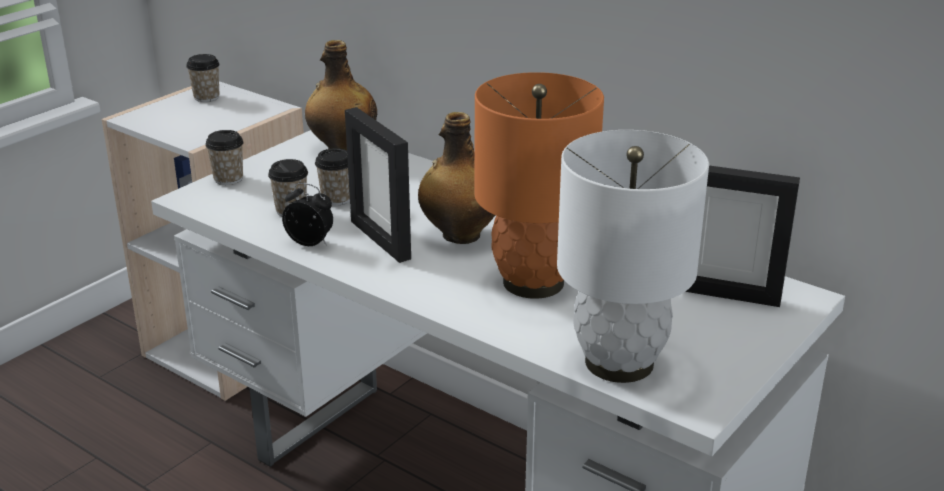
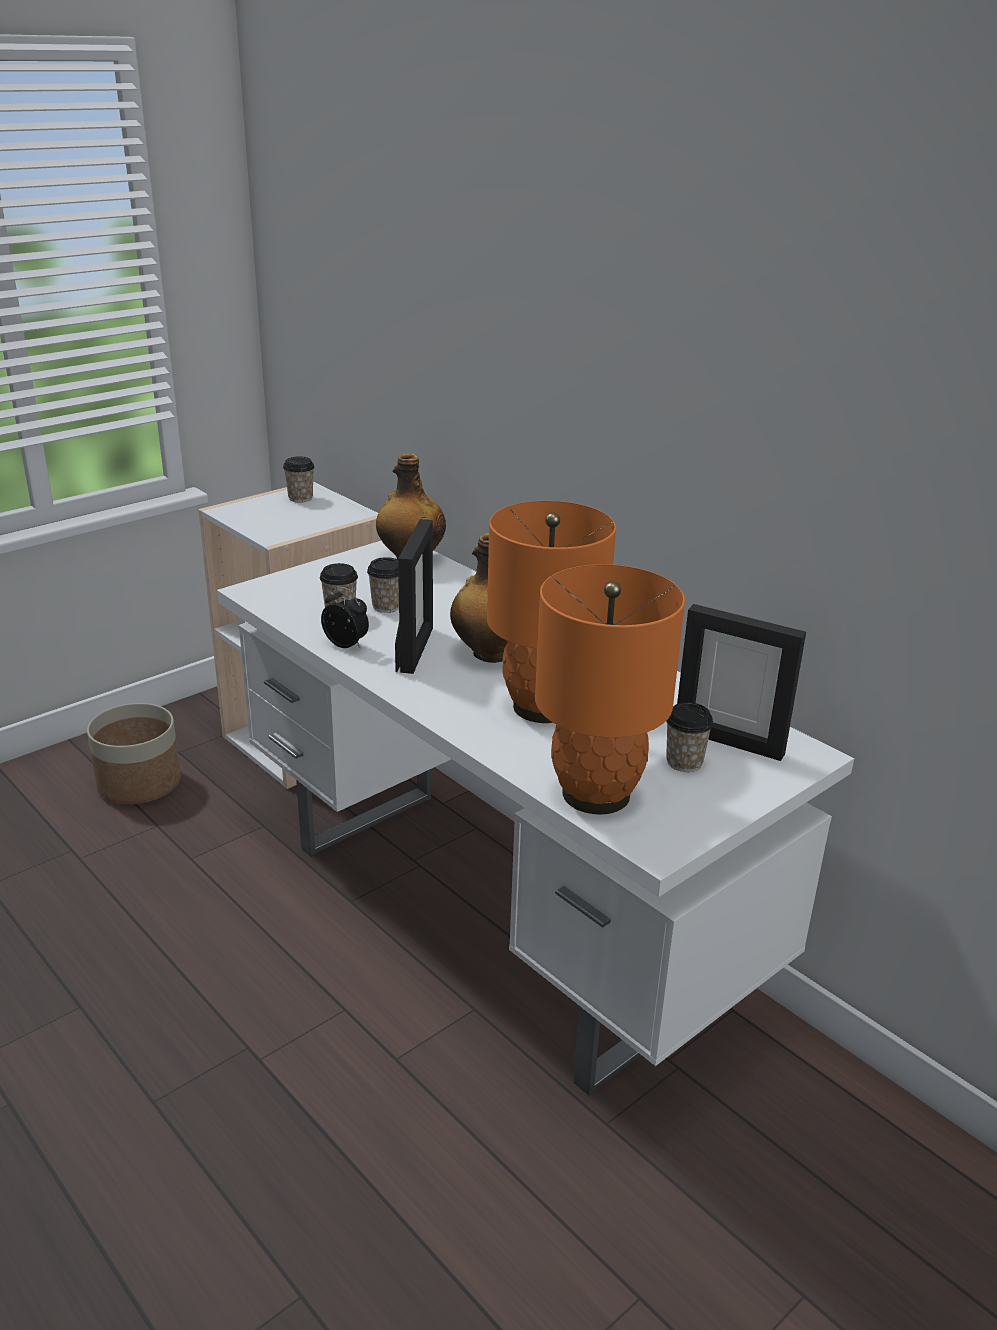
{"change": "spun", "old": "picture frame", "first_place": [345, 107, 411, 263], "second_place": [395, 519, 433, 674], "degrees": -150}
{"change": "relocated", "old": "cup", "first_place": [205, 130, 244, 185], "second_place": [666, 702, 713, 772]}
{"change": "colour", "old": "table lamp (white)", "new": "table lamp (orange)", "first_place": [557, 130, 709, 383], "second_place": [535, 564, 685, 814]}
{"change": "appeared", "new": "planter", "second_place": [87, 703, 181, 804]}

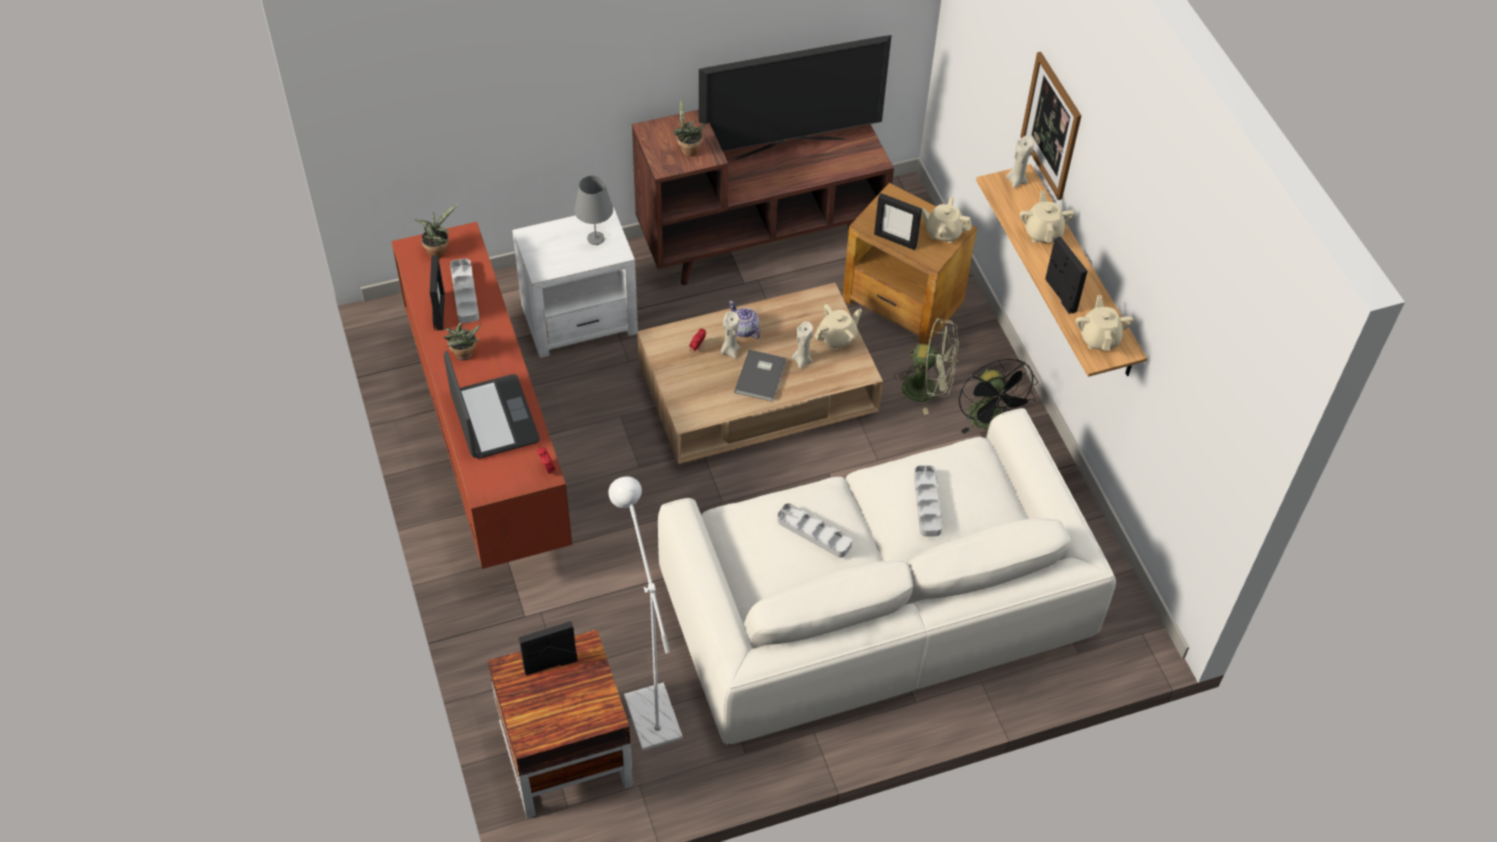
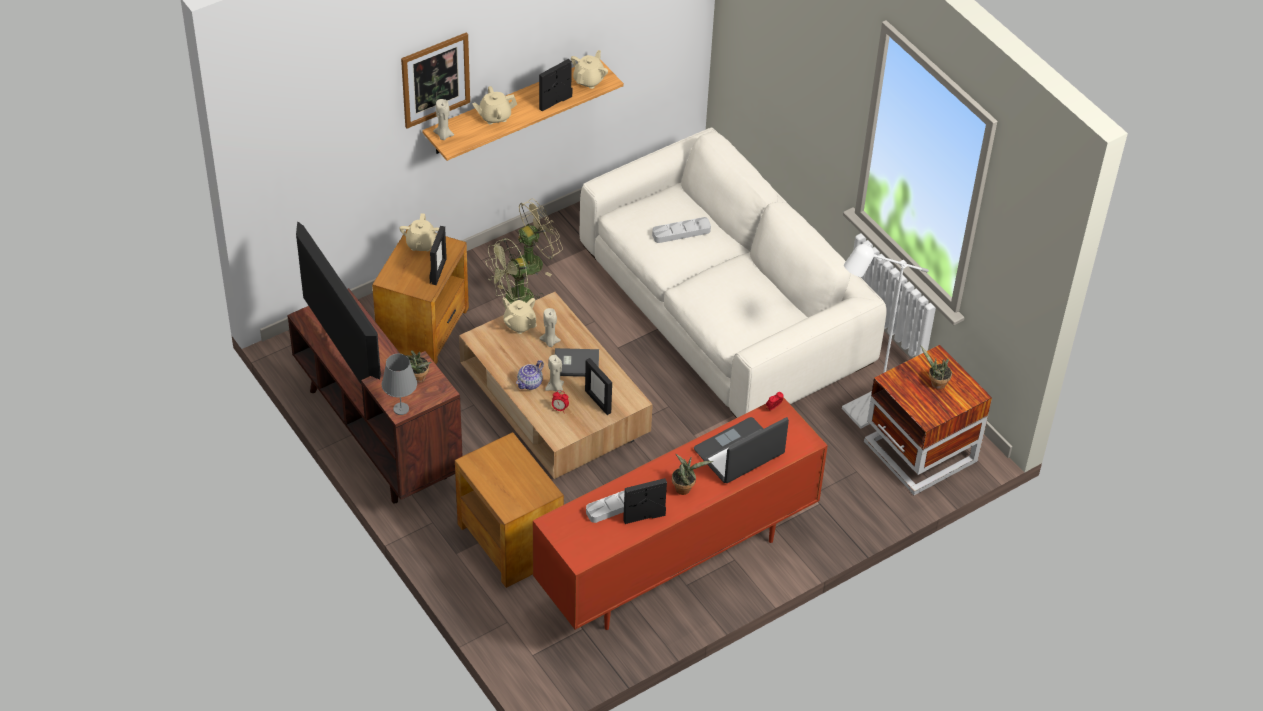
{"change": "relocated", "old": "table lamp (grey)", "first_place": [574, 175, 613, 245], "second_place": [382, 354, 417, 415]}
{"change": "relocated", "old": "potted plant", "first_place": [414, 204, 458, 259], "second_place": [921, 346, 952, 390]}
{"change": "colour", "old": "side table (white)", "new": "side table (brown)", "first_place": [512, 207, 638, 358], "second_place": [455, 432, 564, 588]}
{"change": "spun", "old": "teapot (beige)", "first_place": [1076, 295, 1134, 351], "second_place": [571, 50, 608, 89], "degrees": 135}
{"change": "spun", "old": "fan (green)", "first_place": [894, 318, 959, 415], "second_place": [486, 238, 544, 304], "degrees": -120}
{"change": "colour", "old": "fan (black)", "new": "fan (beige)", "first_place": [959, 359, 1038, 434], "second_place": [506, 199, 563, 277]}
{"change": "missing", "old": "tray (grey)", "first_place": [777, 503, 852, 558]}
{"change": "relocated", "old": "picture frame", "first_place": [519, 621, 578, 675], "second_place": [585, 358, 612, 415]}

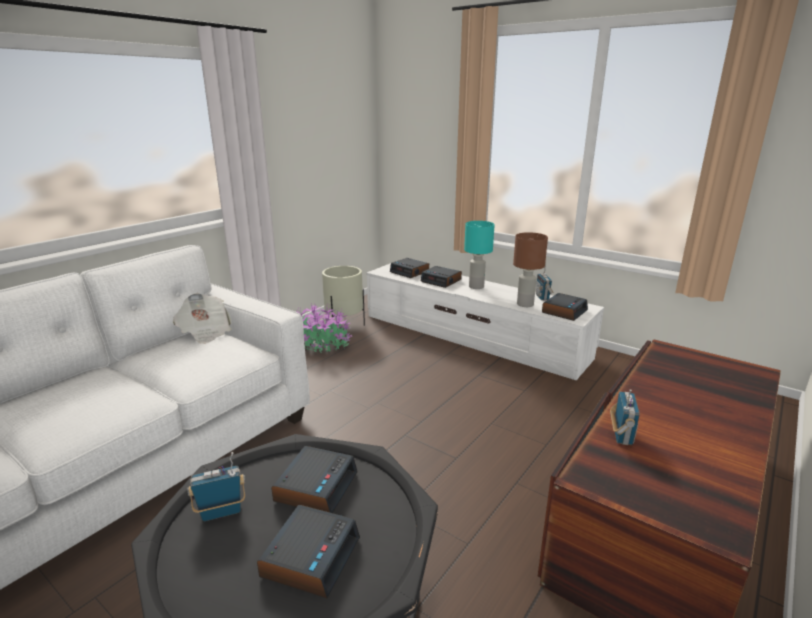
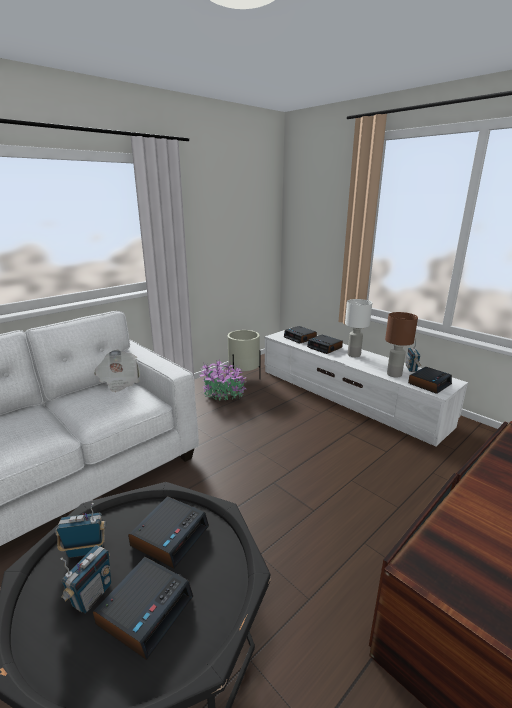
{"change": "colour", "old": "table lamp (turquoise)", "new": "table lamp (white)", "first_place": [464, 221, 495, 289], "second_place": [345, 299, 372, 357]}
{"change": "relocated", "old": "radio", "first_place": [610, 389, 640, 445], "second_place": [61, 545, 111, 613]}

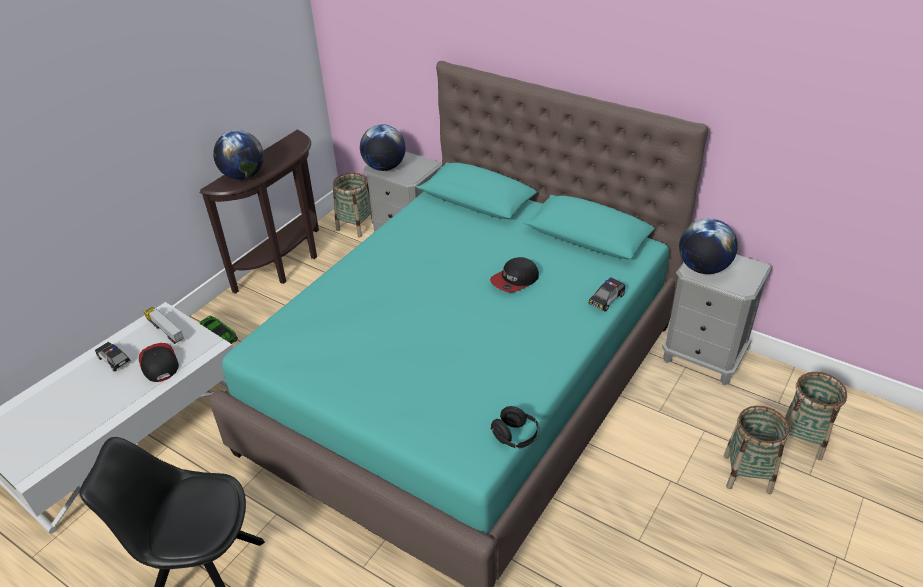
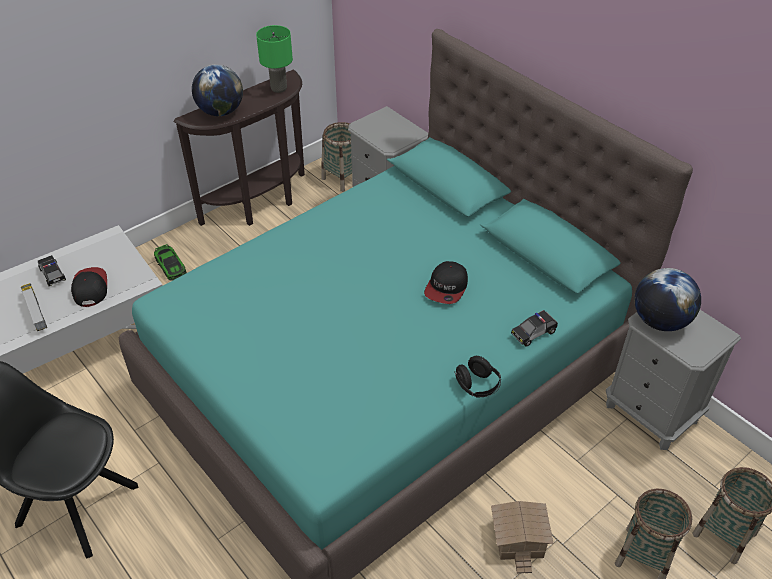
{"change": "missing", "old": "globe", "first_place": [360, 124, 406, 171]}
{"change": "spun", "old": "cap", "first_place": [490, 257, 539, 292], "second_place": [424, 261, 468, 304], "degrees": -45}
{"change": "relocated", "old": "toy truck", "first_place": [144, 307, 184, 344], "second_place": [21, 283, 47, 331]}
{"change": "relocated", "old": "headphones (black)", "first_place": [490, 406, 540, 449], "second_place": [454, 356, 501, 398]}
{"change": "appeared", "new": "table lamp (green)", "second_place": [256, 25, 293, 93]}
{"change": "appeared", "new": "toy house", "second_place": [491, 501, 553, 574]}

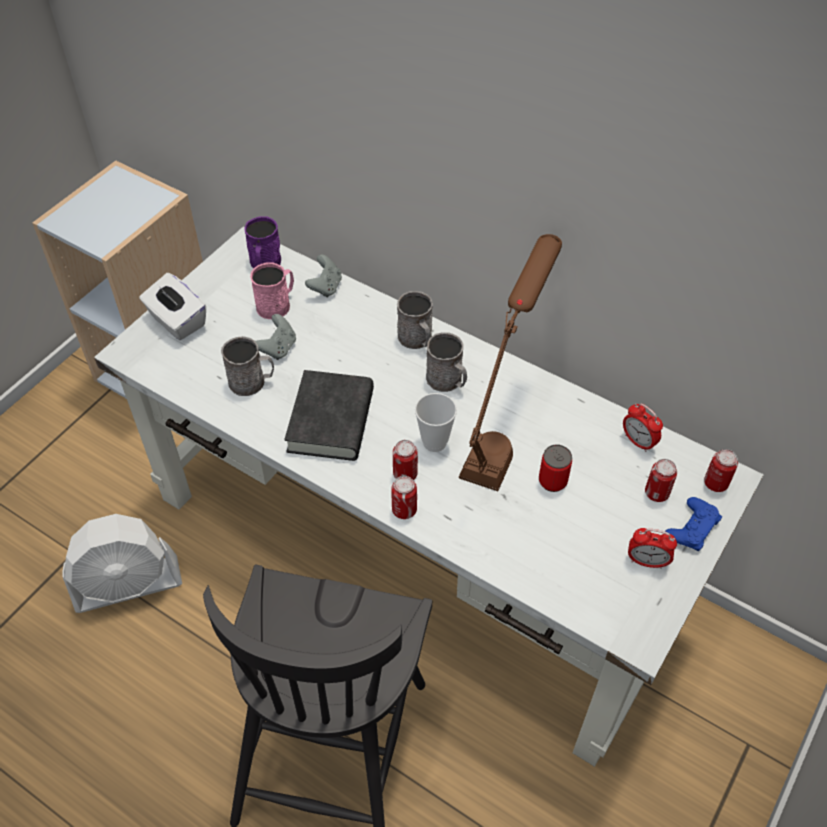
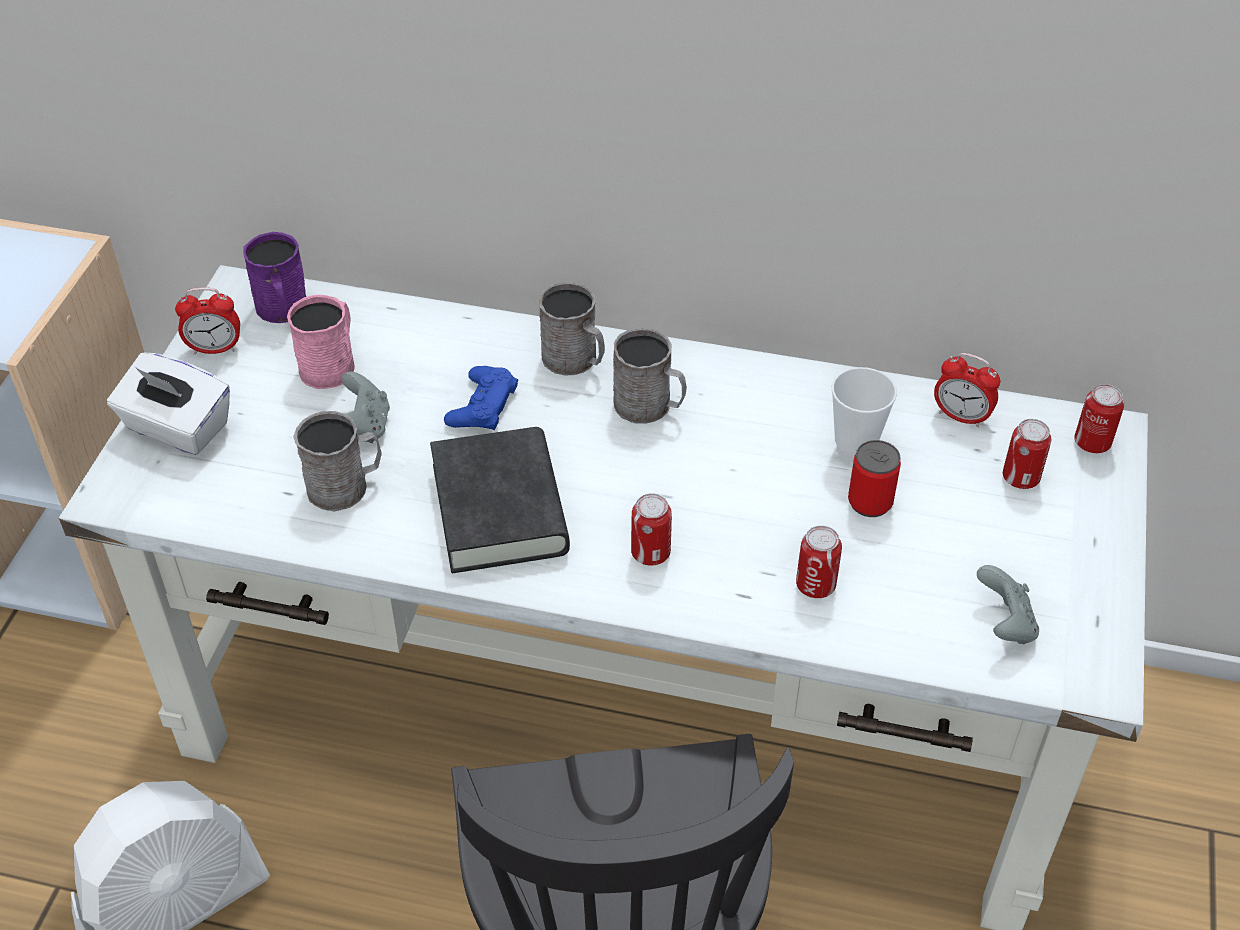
{"change": "missing", "old": "table lamp (brown)", "first_place": [459, 234, 562, 491]}
{"change": "relocated", "old": "game controller (grey)", "first_place": [305, 255, 342, 298], "second_place": [977, 565, 1039, 645]}
{"change": "relocated", "old": "cup", "first_place": [415, 393, 457, 452], "second_place": [832, 367, 897, 463]}
{"change": "relocated", "old": "can", "first_place": [391, 476, 417, 519], "second_place": [796, 525, 842, 598]}
{"change": "relocated", "old": "game controller (blue)", "first_place": [665, 497, 722, 551], "second_place": [444, 366, 518, 430]}
{"change": "relocated", "old": "alarm clock", "first_place": [628, 528, 677, 569], "second_place": [175, 288, 240, 354]}

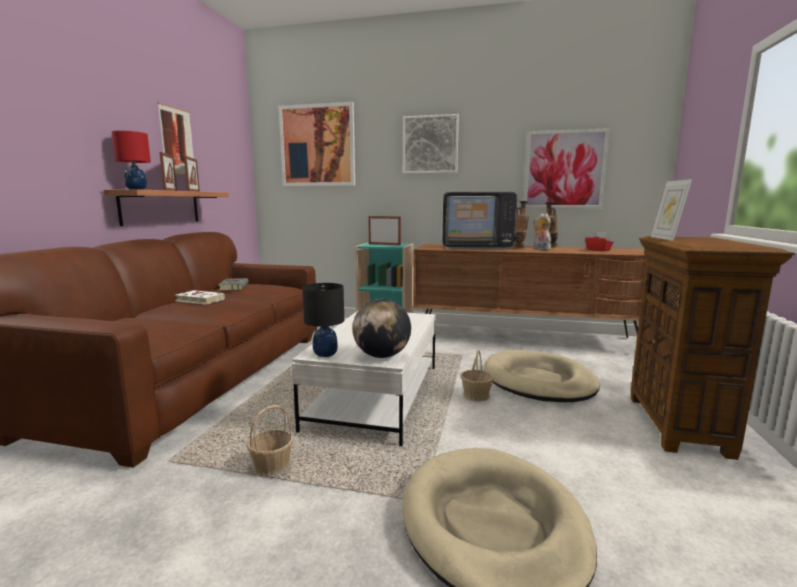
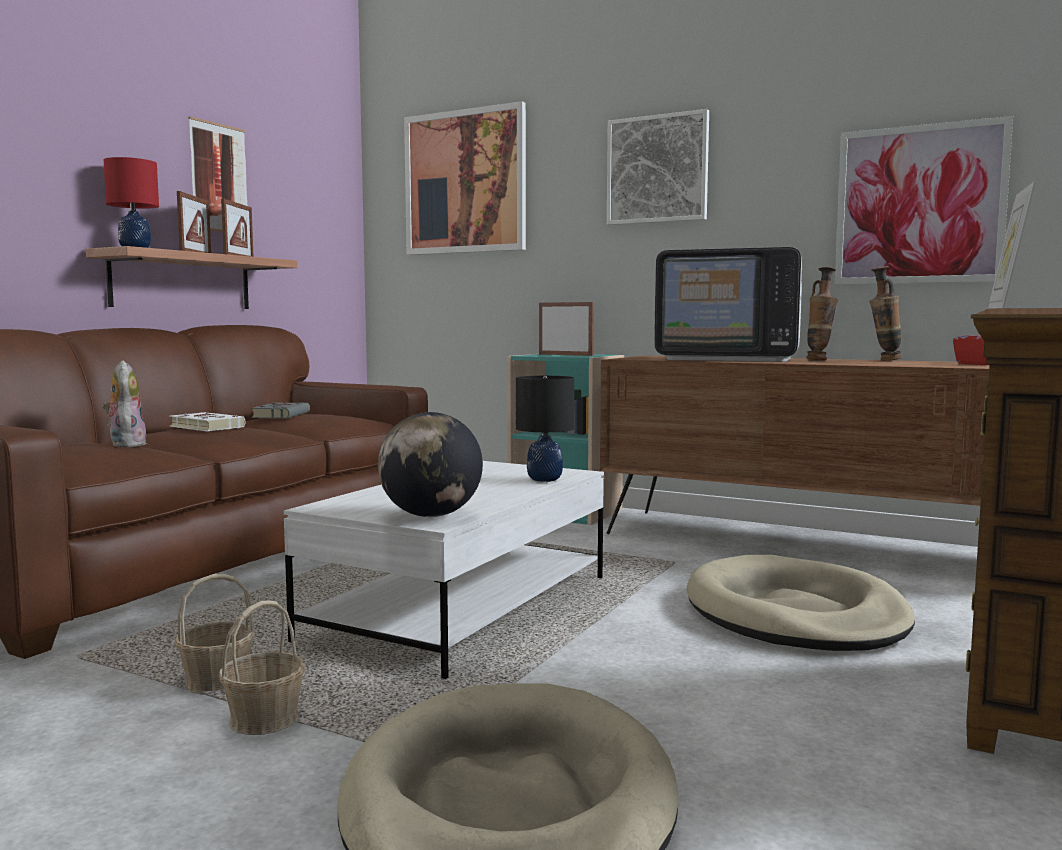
{"change": "relocated", "old": "plush toy", "first_place": [533, 213, 551, 250], "second_place": [102, 360, 147, 447]}
{"change": "relocated", "old": "table lamp (black)", "first_place": [302, 283, 344, 357], "second_place": [516, 376, 574, 482]}
{"change": "relocated", "old": "basket", "first_place": [461, 350, 494, 402], "second_place": [219, 600, 306, 735]}

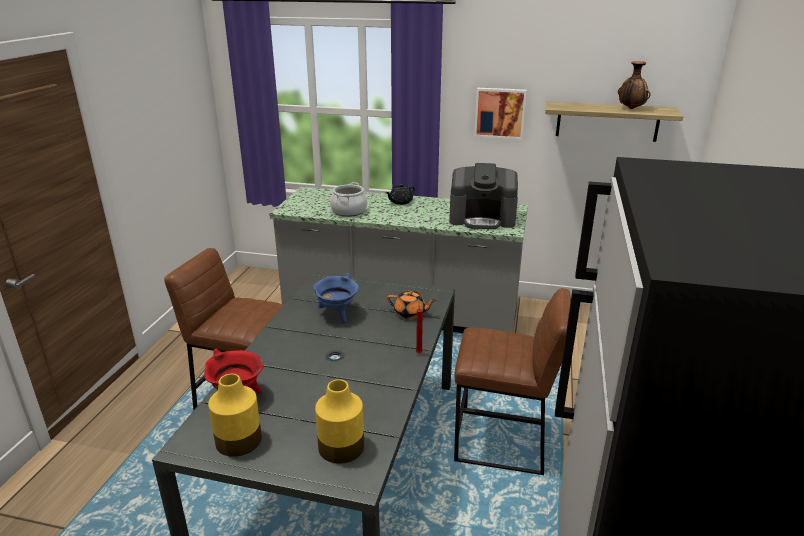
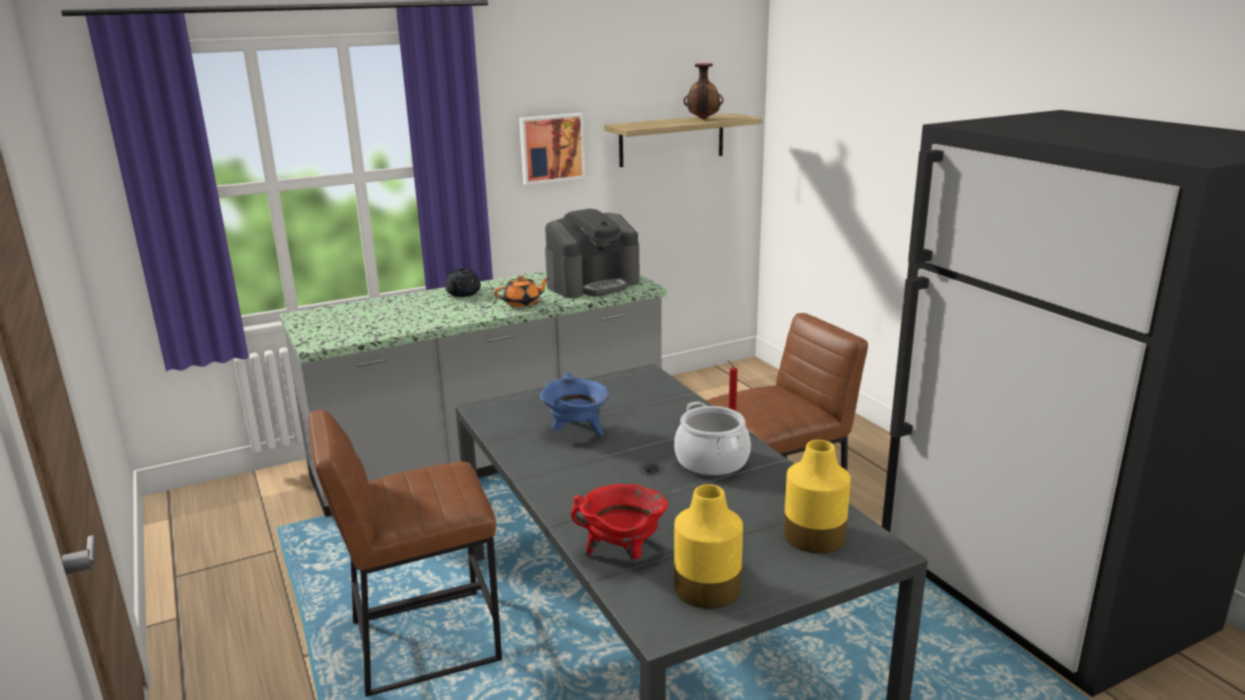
{"change": "relocated", "old": "cooking pot", "first_place": [330, 182, 367, 217], "second_place": [674, 402, 751, 476]}
{"change": "relocated", "old": "teapot (orange)", "first_place": [387, 291, 436, 319], "second_place": [495, 276, 550, 307]}

